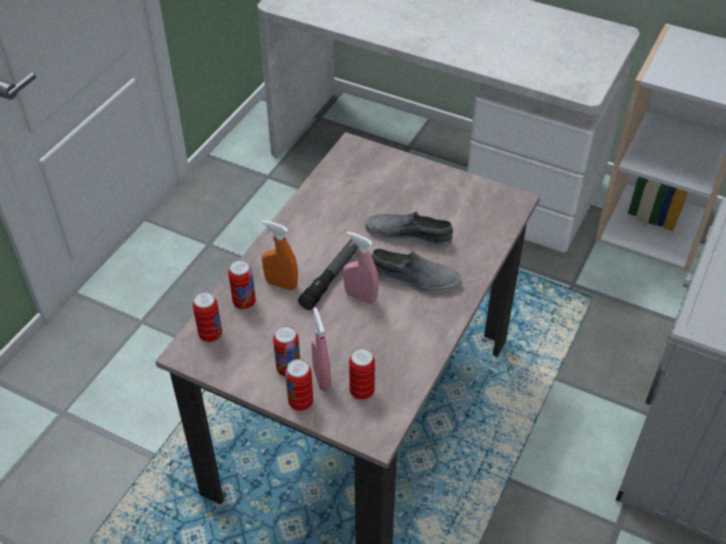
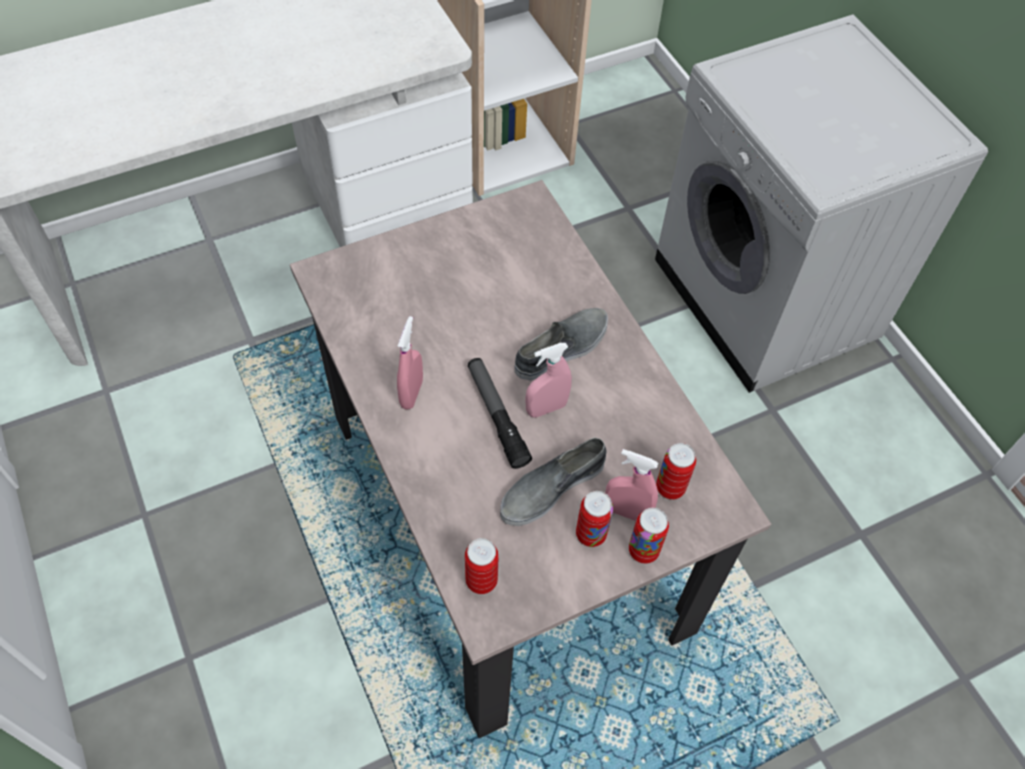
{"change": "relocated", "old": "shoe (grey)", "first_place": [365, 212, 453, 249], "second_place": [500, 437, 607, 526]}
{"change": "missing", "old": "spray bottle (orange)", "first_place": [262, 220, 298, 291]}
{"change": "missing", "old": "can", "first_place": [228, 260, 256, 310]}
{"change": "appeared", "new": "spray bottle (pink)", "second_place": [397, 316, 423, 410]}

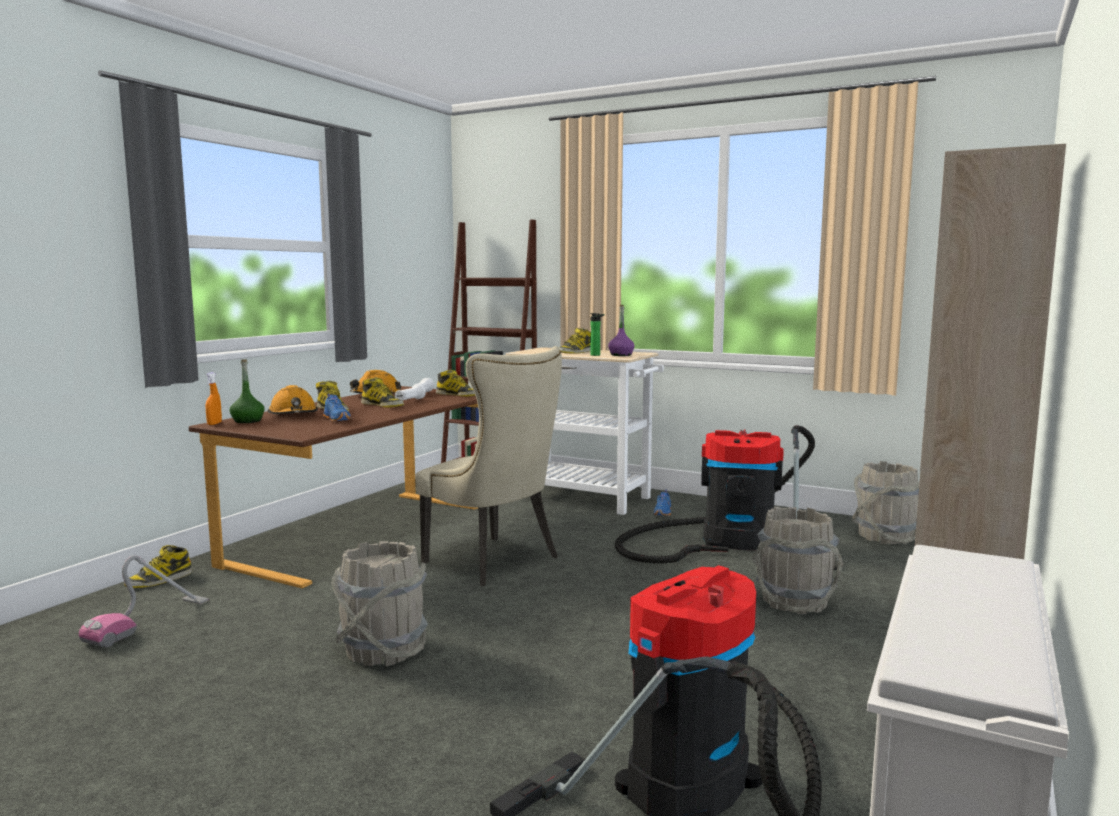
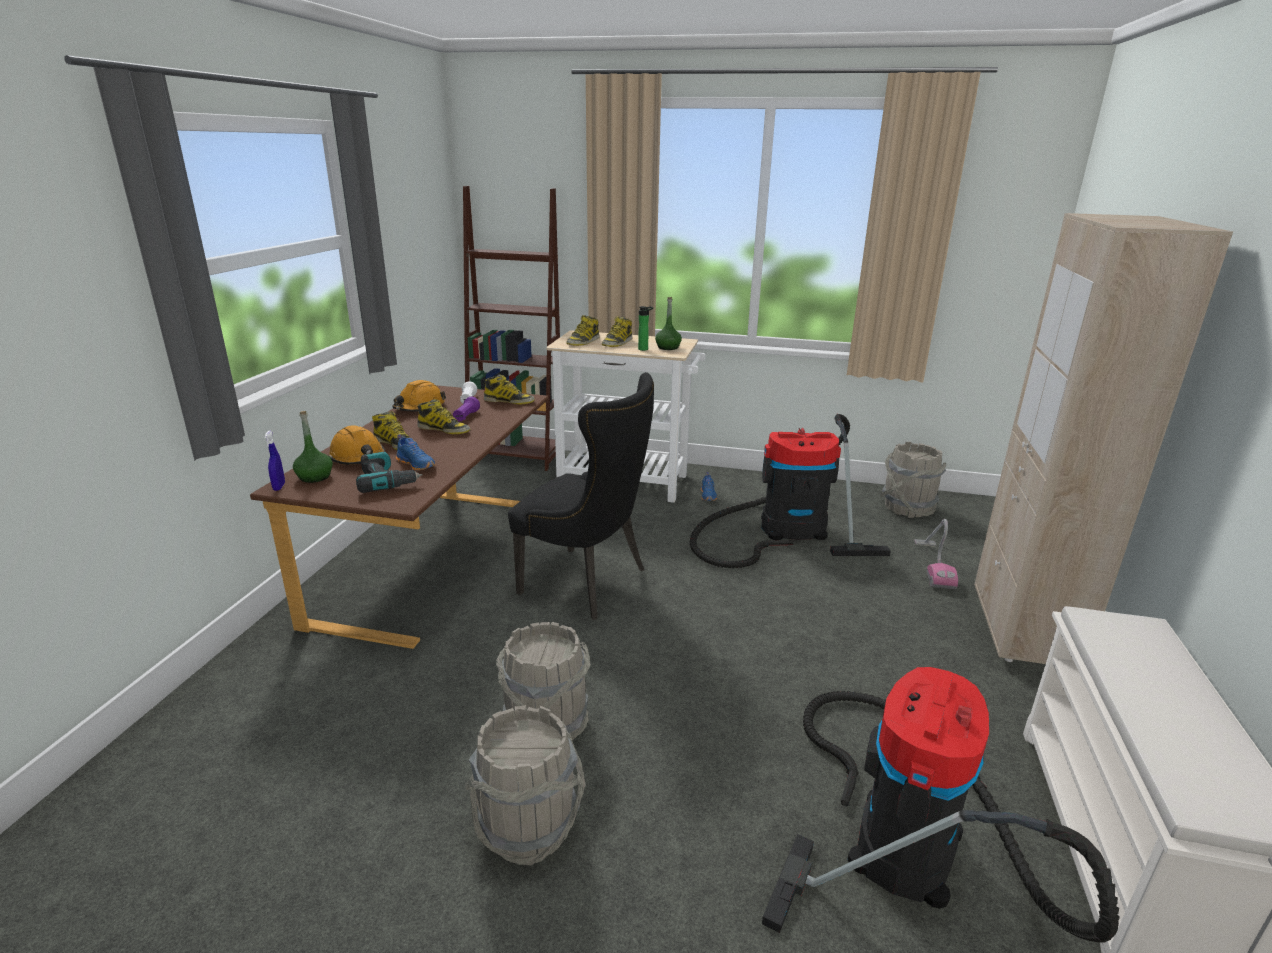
{"change": "colour", "old": "bottle (purple)", "new": "bottle (green)", "first_place": [608, 305, 635, 356], "second_place": [655, 297, 682, 350]}
{"change": "colour", "old": "chair (beige)", "new": "chair (black)", "first_place": [416, 346, 562, 586], "second_place": [508, 372, 654, 620]}
{"change": "colour", "old": "spray bottle (orange)", "new": "spray bottle (blue)", "first_place": [205, 372, 222, 425], "second_place": [264, 431, 285, 491]}
{"change": "colour", "old": "flashlight (white)", "new": "flashlight (purple)", "first_place": [395, 384, 426, 401], "second_place": [453, 397, 480, 422]}
{"change": "relocated", "old": "bucket (grey)", "first_place": [752, 507, 843, 614], "second_place": [465, 705, 586, 866]}
{"change": "relocated", "old": "boot", "first_place": [124, 545, 192, 588], "second_place": [566, 315, 599, 346]}
{"change": "relocated", "old": "vacuum cleaner", "first_place": [79, 555, 209, 647], "second_place": [914, 519, 958, 589]}
{"change": "appeared", "new": "power drill", "second_place": [356, 452, 422, 493]}

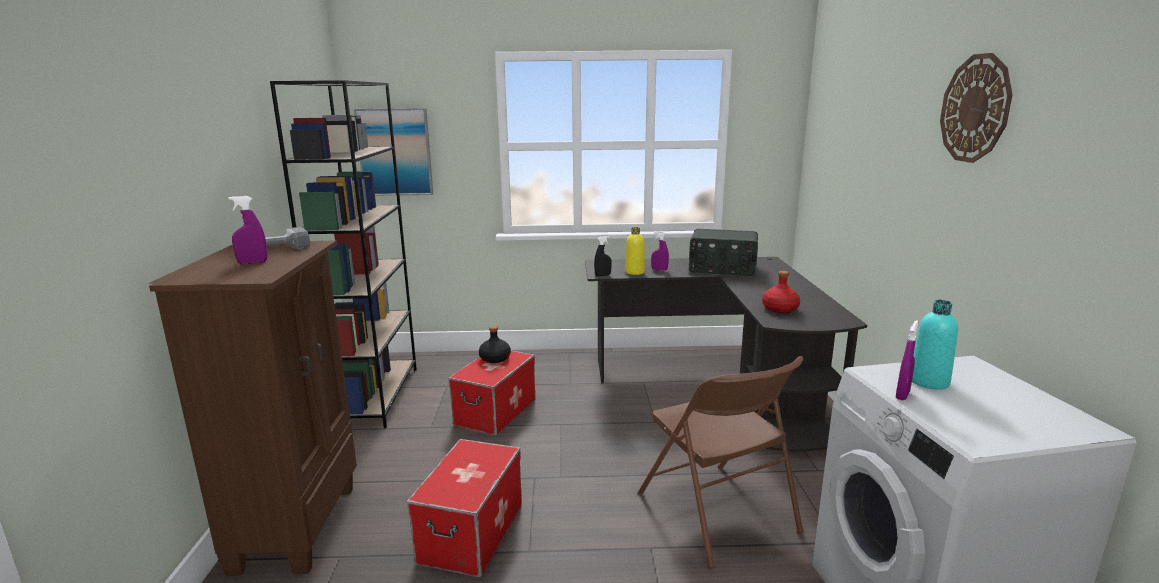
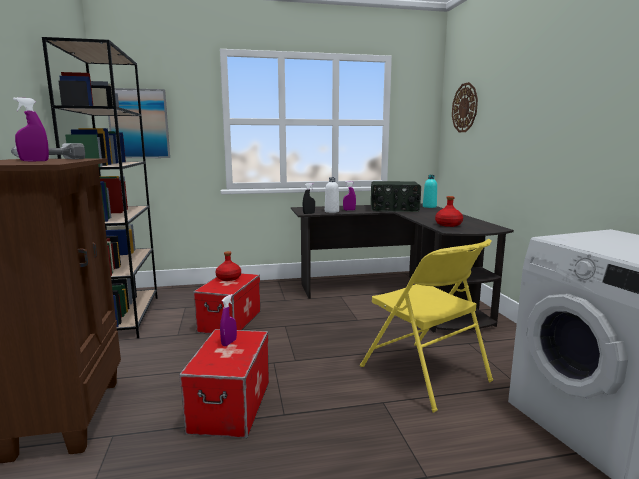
{"change": "relocated", "old": "wall clock", "first_place": [940, 53, 1013, 163], "second_place": [452, 82, 478, 132]}
{"change": "colour", "old": "bottle (yellow)", "new": "bottle (white)", "first_place": [625, 227, 645, 275], "second_place": [325, 177, 339, 213]}
{"change": "relocated", "old": "bottle (turquoise)", "first_place": [912, 300, 958, 390], "second_place": [423, 175, 437, 208]}
{"change": "relocated", "old": "spray bottle (purple)", "first_place": [896, 320, 918, 400], "second_place": [220, 294, 237, 346]}
{"change": "colour", "old": "bottle (black)", "new": "bottle (red)", "first_place": [479, 326, 511, 363], "second_place": [216, 251, 241, 281]}
{"change": "colour", "old": "chair (brown)", "new": "chair (yellow)", "first_place": [638, 356, 804, 569], "second_place": [360, 239, 493, 413]}

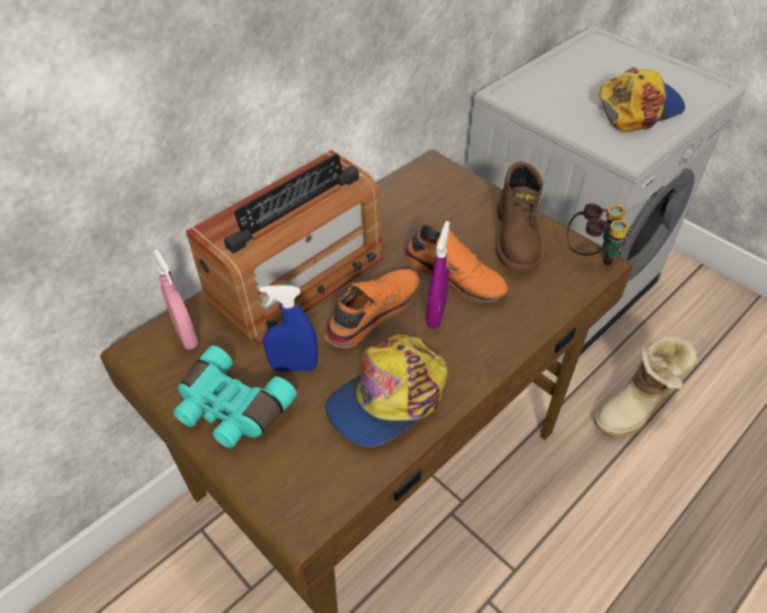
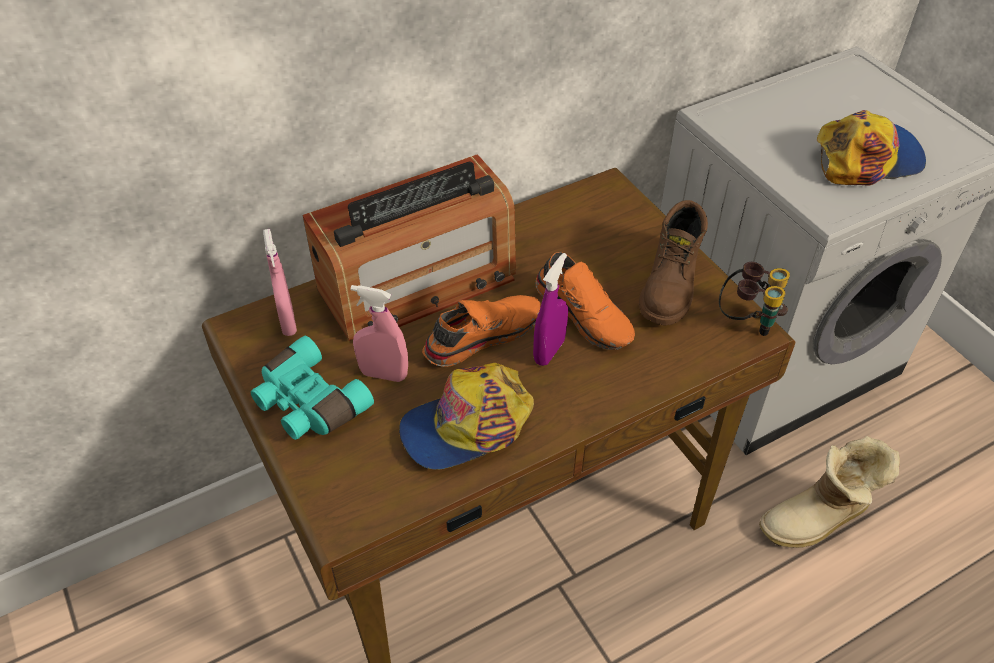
{"change": "colour", "old": "spray bottle (blue)", "new": "spray bottle (pink)", "first_place": [260, 285, 318, 372], "second_place": [351, 285, 408, 382]}

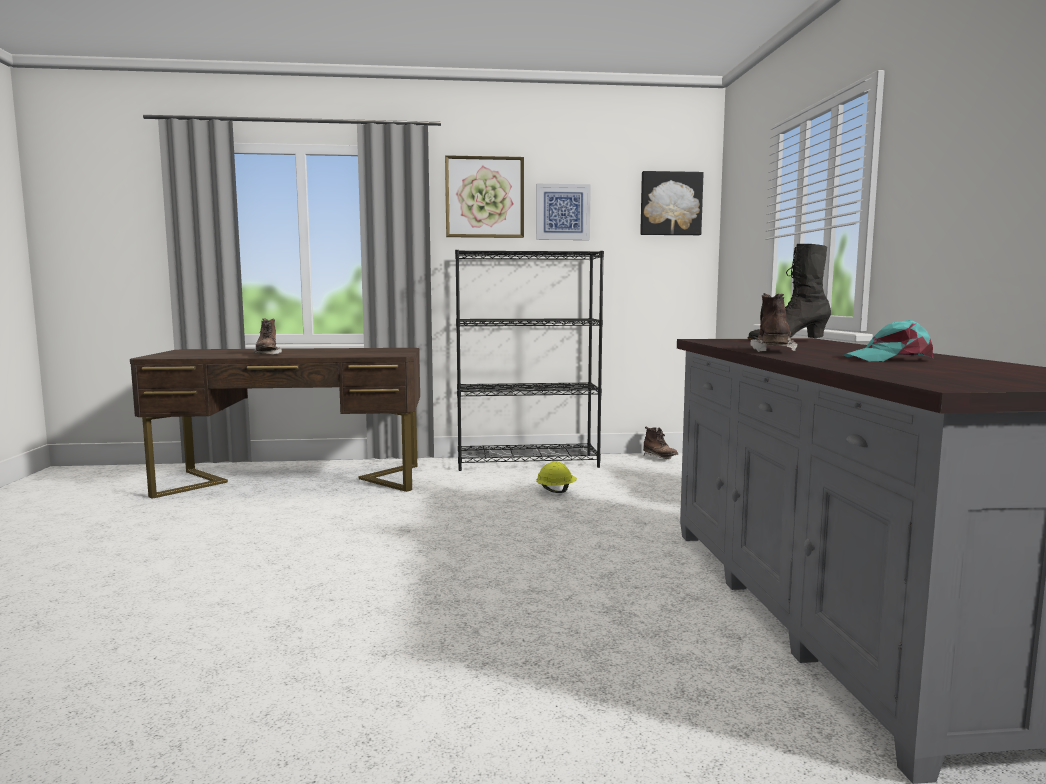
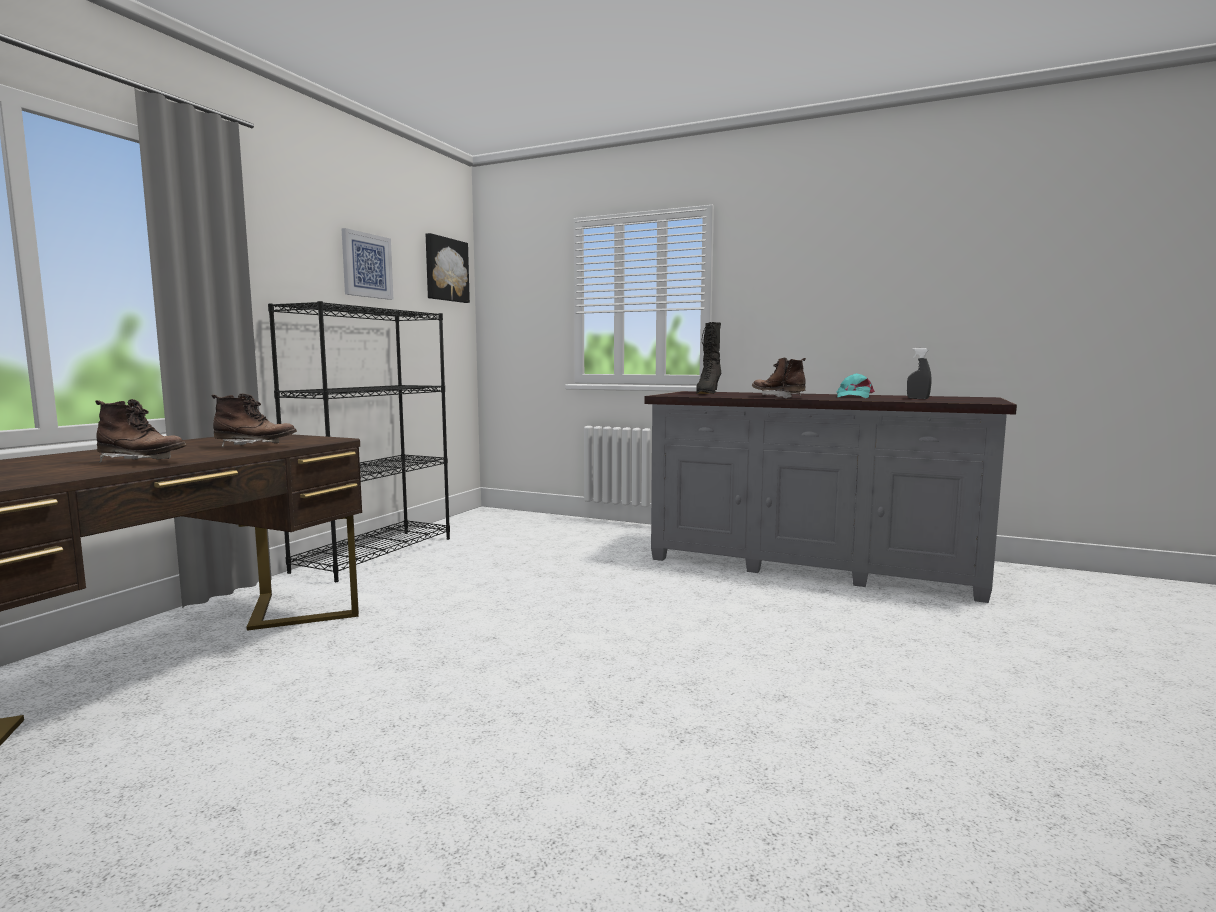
{"change": "missing", "old": "picture", "first_place": [445, 155, 524, 238]}
{"change": "relocated", "old": "boot (brown)", "first_place": [643, 427, 678, 459], "second_place": [212, 393, 297, 447]}
{"change": "missing", "old": "hard hat (yellow)", "first_place": [536, 461, 577, 493]}
{"change": "appeared", "new": "spray bottle (grey)", "second_place": [907, 348, 931, 399]}

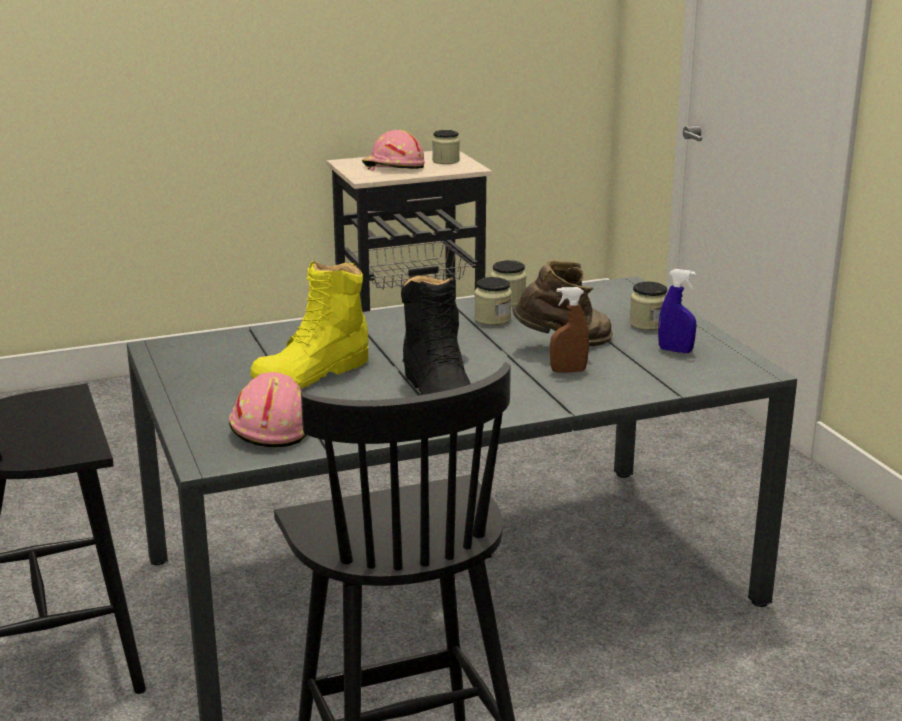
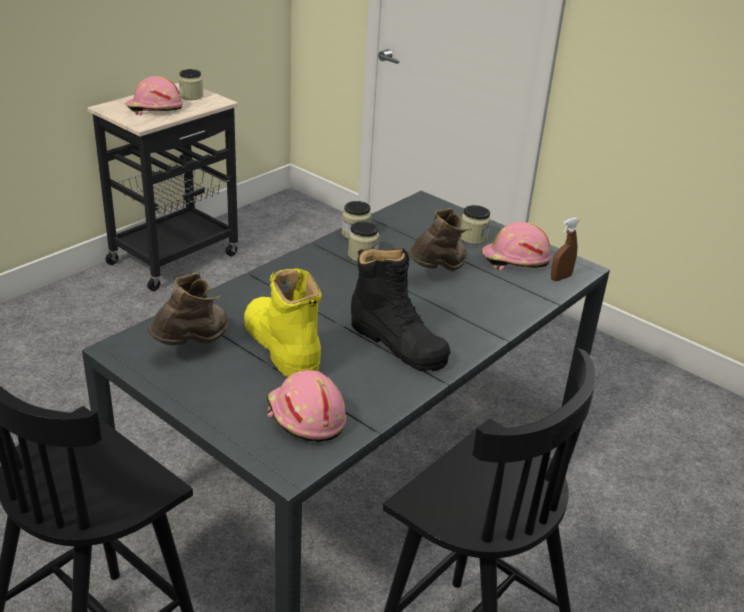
{"change": "spun", "old": "boot (yellow)", "first_place": [251, 261, 369, 389], "second_place": [244, 268, 322, 377], "degrees": 135}
{"change": "exchanged", "old": "spray bottle (blue)", "new": "hard hat (pink)", "first_place": [658, 269, 696, 353], "second_place": [481, 222, 551, 271]}
{"change": "relocated", "old": "spray bottle (brown)", "first_place": [550, 287, 589, 373], "second_place": [551, 217, 580, 281]}
{"change": "appeared", "new": "boot (brown)", "second_place": [148, 273, 228, 345]}

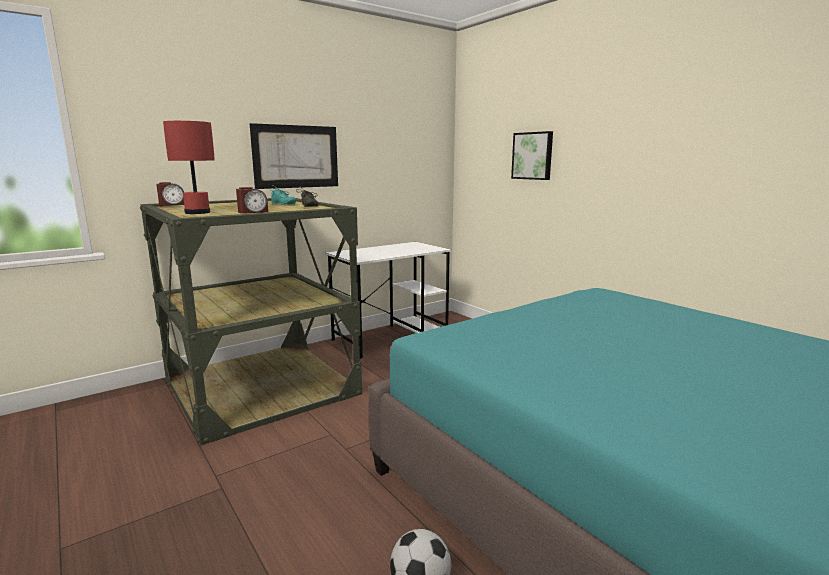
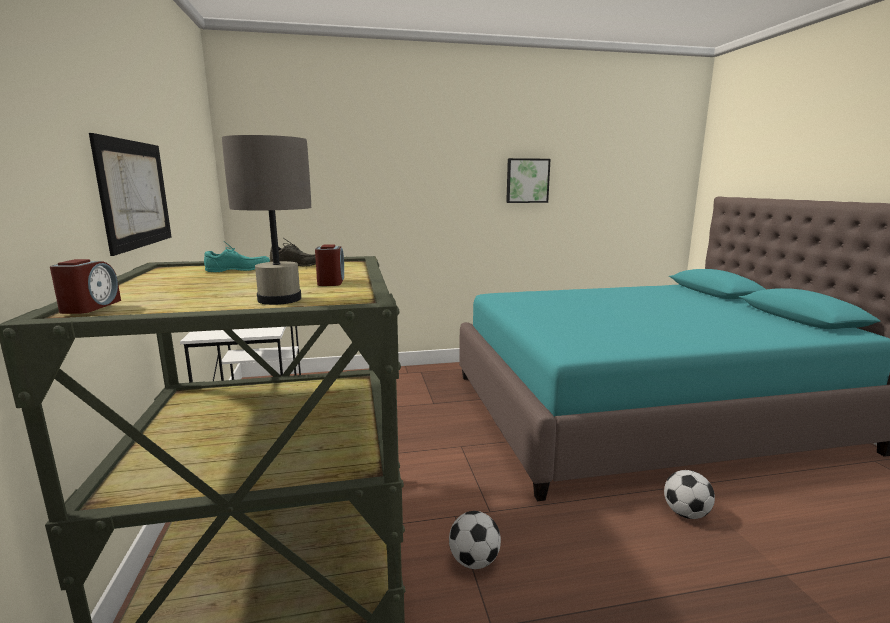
{"change": "colour", "old": "table lamp (red)", "new": "table lamp (grey)", "first_place": [163, 121, 215, 214], "second_place": [222, 135, 311, 305]}
{"change": "relocated", "old": "picture", "first_place": [511, 131, 553, 180], "second_place": [506, 158, 551, 203]}
{"change": "appeared", "new": "football", "second_place": [449, 511, 501, 569]}

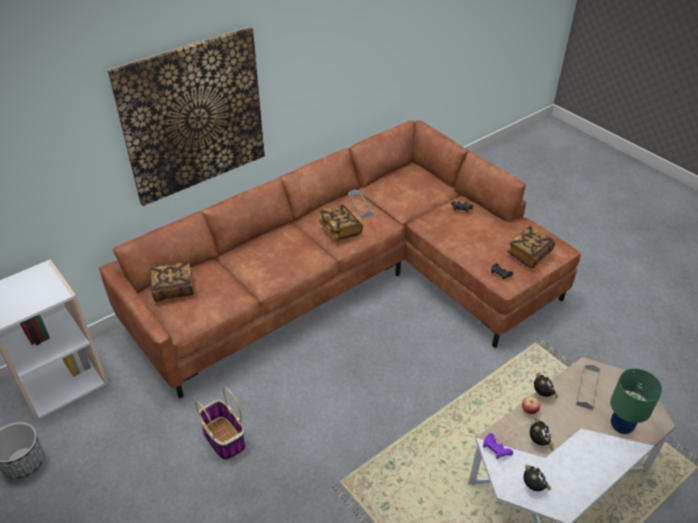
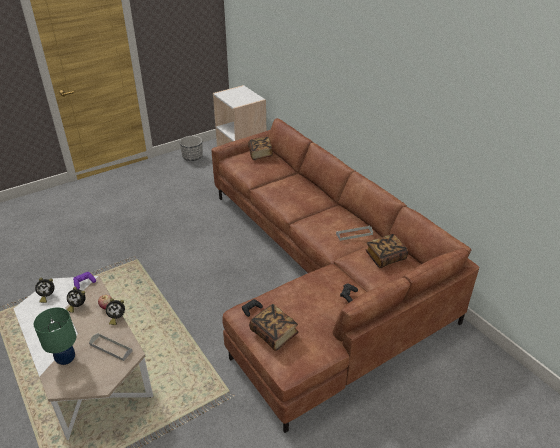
{"change": "missing", "old": "picture", "first_place": [107, 27, 265, 206]}
{"change": "relocated", "old": "book", "first_place": [319, 205, 363, 240], "second_place": [365, 234, 408, 268]}
{"change": "missing", "old": "basket", "first_place": [195, 387, 246, 460]}

